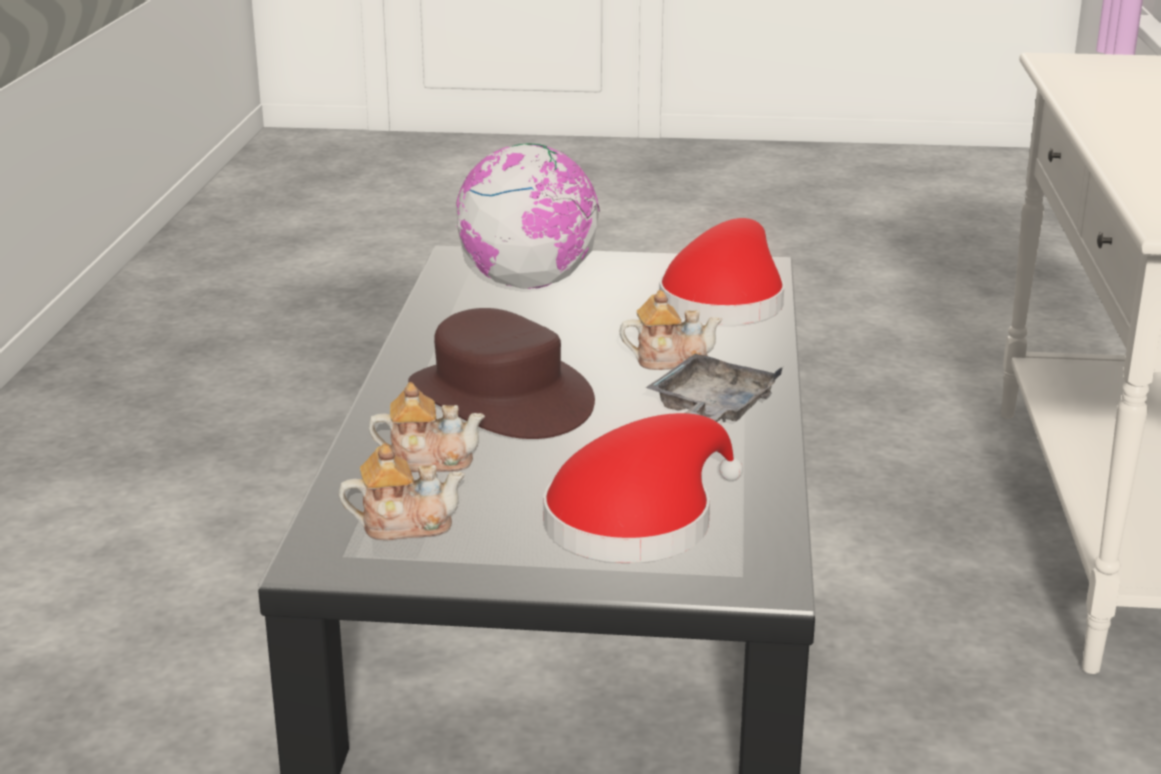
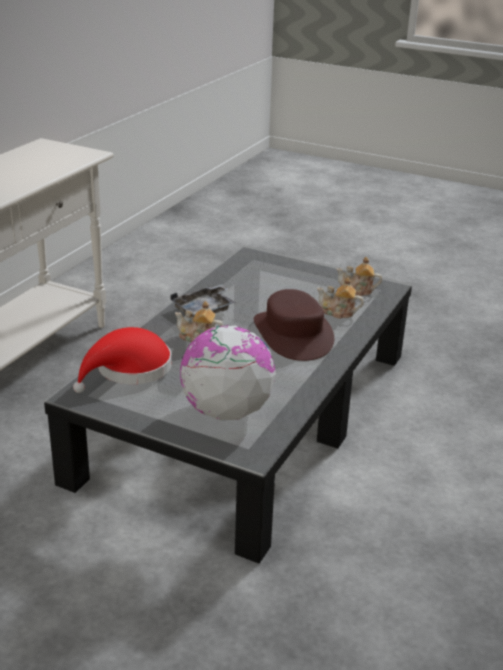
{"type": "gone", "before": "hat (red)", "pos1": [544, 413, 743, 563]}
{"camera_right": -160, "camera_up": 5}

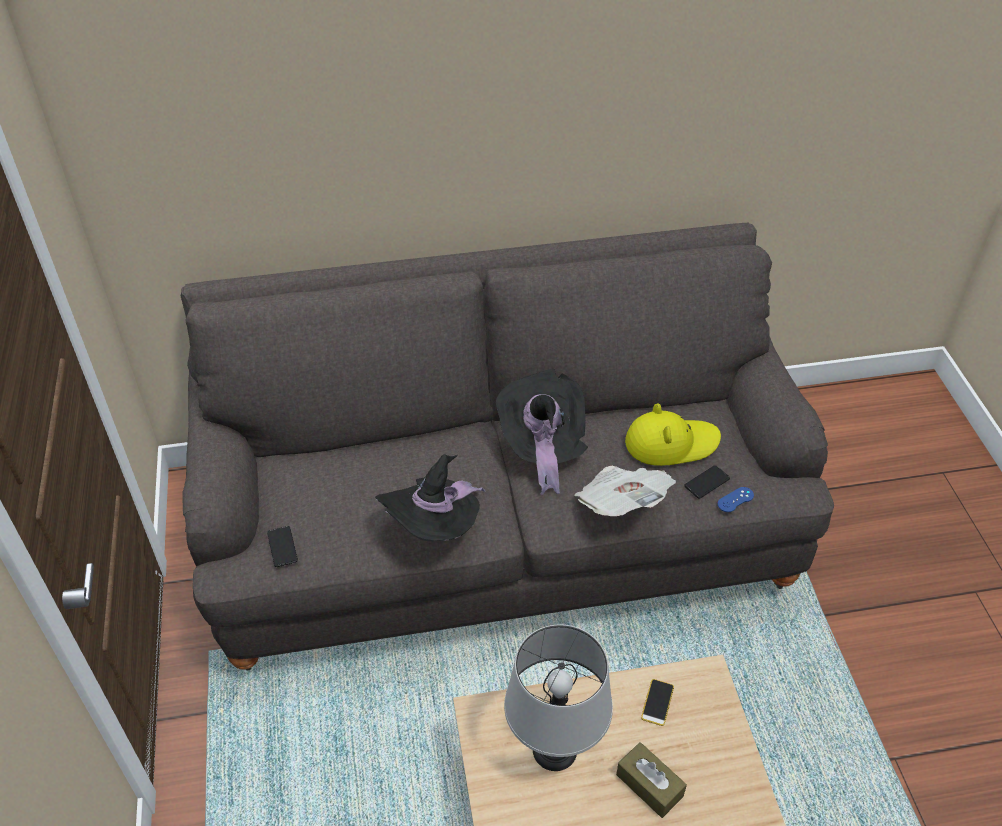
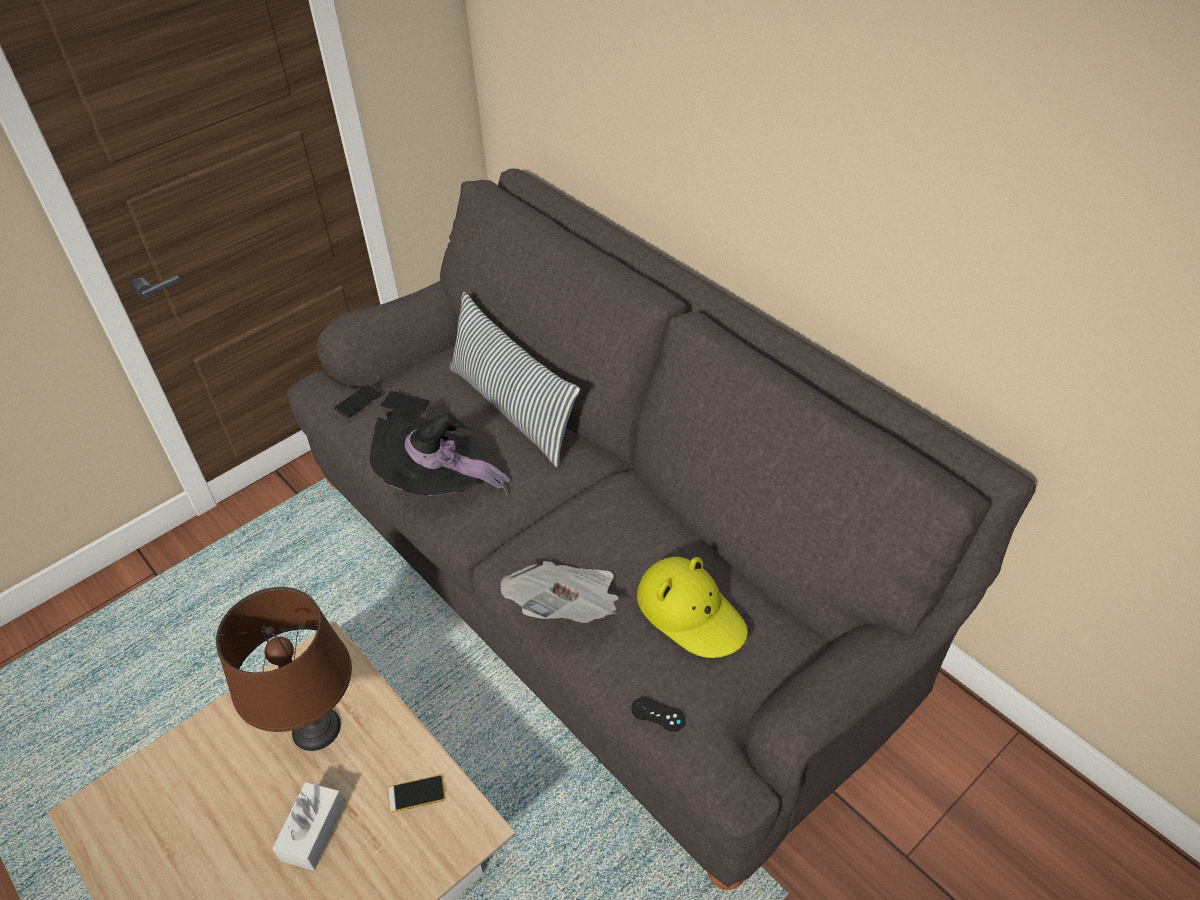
{"type": "gone", "before": "hat (black)", "pos1": [496, 368, 588, 495]}
{"type": "shifted", "before": "phone", "pos1": [684, 465, 730, 498], "pos2": [380, 391, 430, 416]}
{"type": "repainted", "before": "game controller (blue)", "after": "game controller (black)", "pos1": [717, 487, 754, 512], "pos2": [631, 697, 685, 732]}
{"type": "repainted", "before": "table lamp (grey)", "after": "table lamp (brown)", "pos1": [504, 625, 613, 771], "pos2": [216, 587, 352, 751]}
{"type": "repainted", "before": "tissue box (brown)", "after": "tissue box (white)", "pos1": [616, 742, 687, 818], "pos2": [272, 782, 345, 871]}
{"type": "new", "after": "pillow", "pos2": [449, 292, 580, 468]}
{"camera_right": 60, "camera_up": 0}

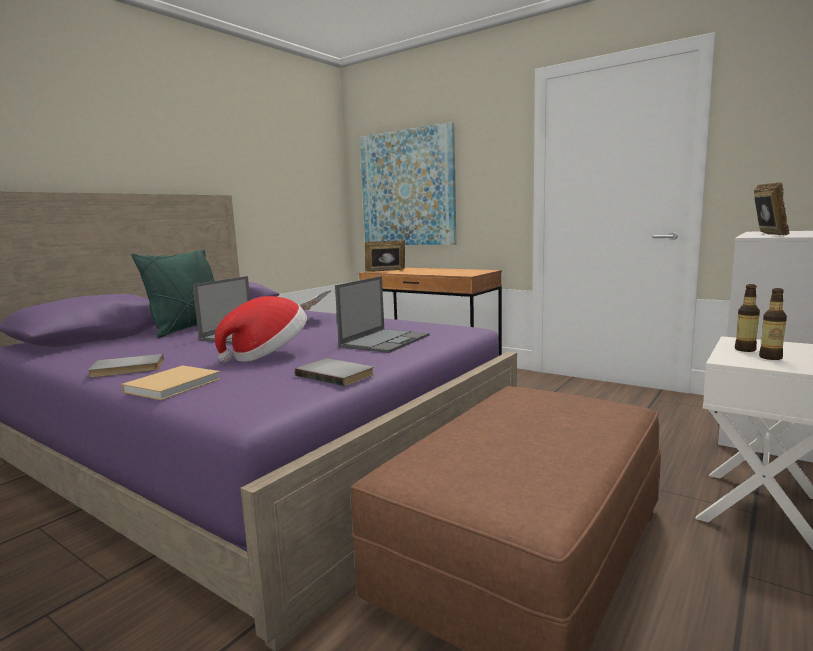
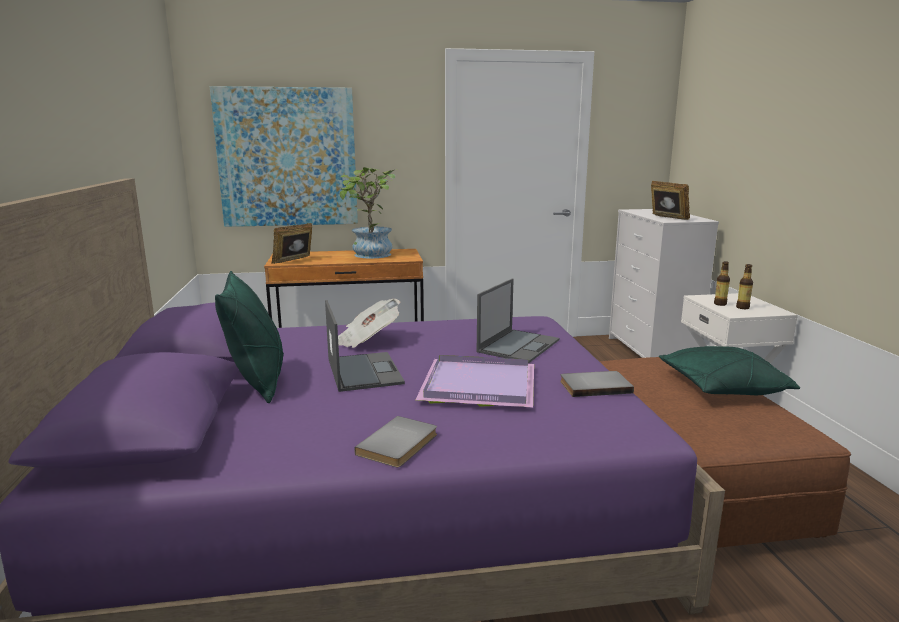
{"type": "rotated", "before": "laptop", "pos1": [335, 276, 429, 353], "pos2": [476, 279, 560, 363], "turn": 45}
{"type": "swapped", "before": "hat", "after": "tray (purple)", "pos1": [215, 296, 307, 362], "pos2": [416, 355, 534, 407]}
{"type": "gone", "before": "book (beige)", "pos1": [121, 365, 221, 400]}
{"type": "new", "after": "potted plant", "pos2": [339, 167, 398, 258]}
{"type": "new", "after": "pillow (green)", "pos2": [659, 346, 800, 395]}
{"camera_right": -45, "camera_up": 5}

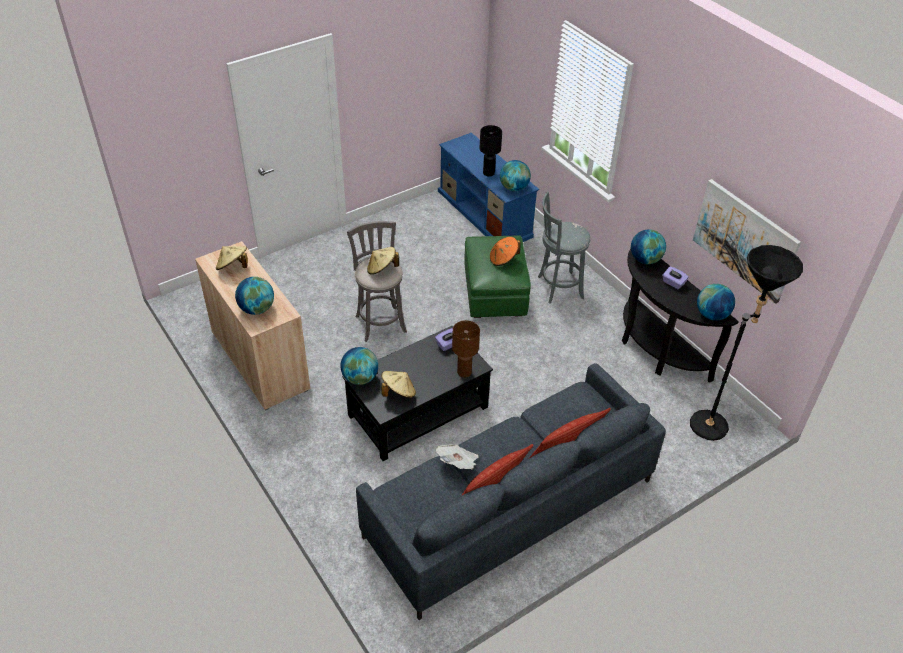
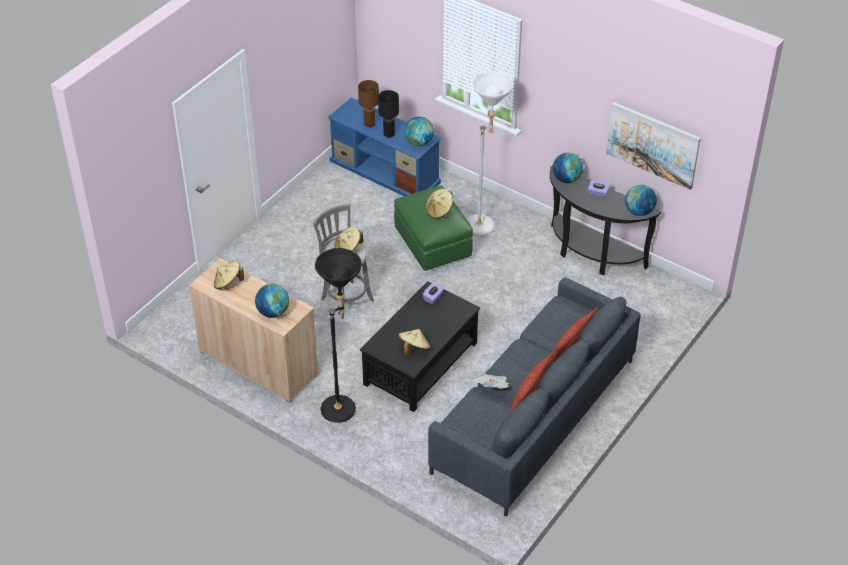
{"type": "swapped", "before": "stool (grey)", "after": "floor lamp (white)", "pos1": [538, 191, 591, 304], "pos2": [466, 71, 513, 236]}
{"type": "repainted", "before": "hat (orange)", "after": "hat (beige)", "pos1": [490, 237, 521, 266], "pos2": [426, 189, 453, 219]}
{"type": "shifted", "before": "floor lamp (black)", "pos1": [690, 245, 803, 441], "pos2": [315, 248, 362, 423]}
{"type": "shifted", "before": "table lamp (brown)", "pos1": [452, 320, 480, 378], "pos2": [358, 80, 379, 127]}
{"type": "gone", "before": "globe", "pos1": [340, 347, 378, 385]}
{"camera_right": -20, "camera_up": 0}

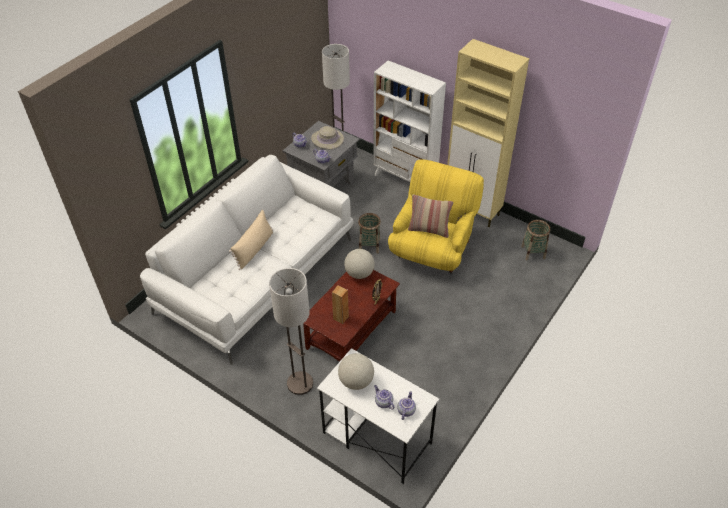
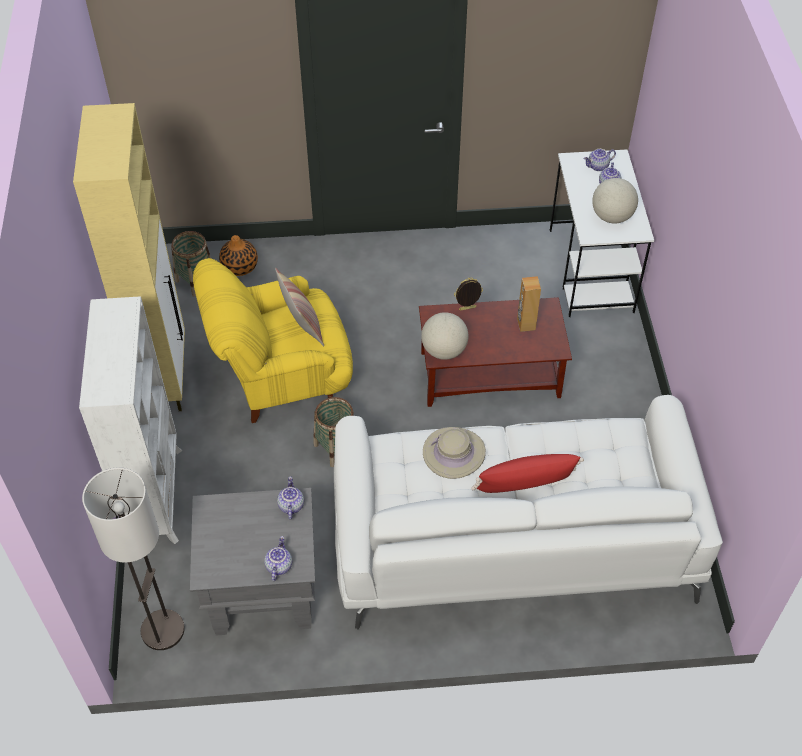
{"type": "shifted", "before": "hat (beige)", "pos1": [311, 126, 344, 149], "pos2": [423, 427, 486, 479]}
{"type": "repainted", "before": "pillow (beige)", "after": "pillow (red)", "pos1": [229, 210, 273, 270], "pos2": [471, 454, 584, 493]}
{"type": "gone", "before": "floor lamp", "pos1": [269, 268, 313, 395]}
{"type": "new", "after": "vase", "pos2": [219, 235, 258, 276]}
{"camera_right": -130, "camera_up": 5}

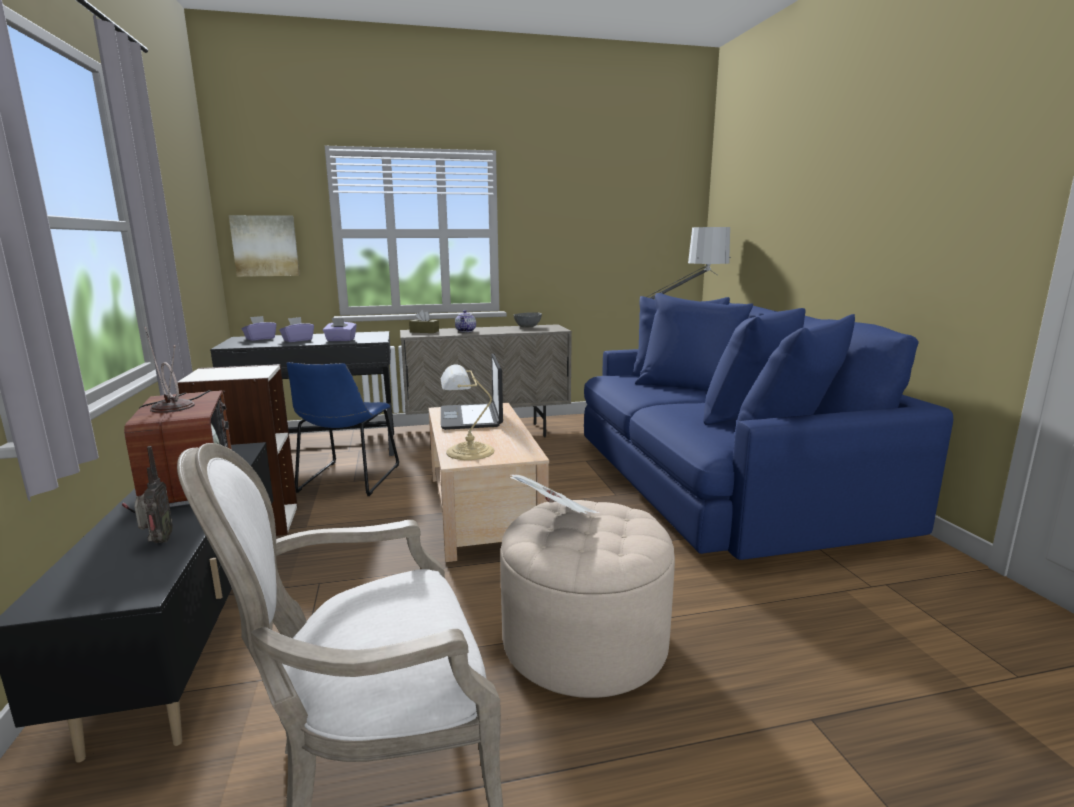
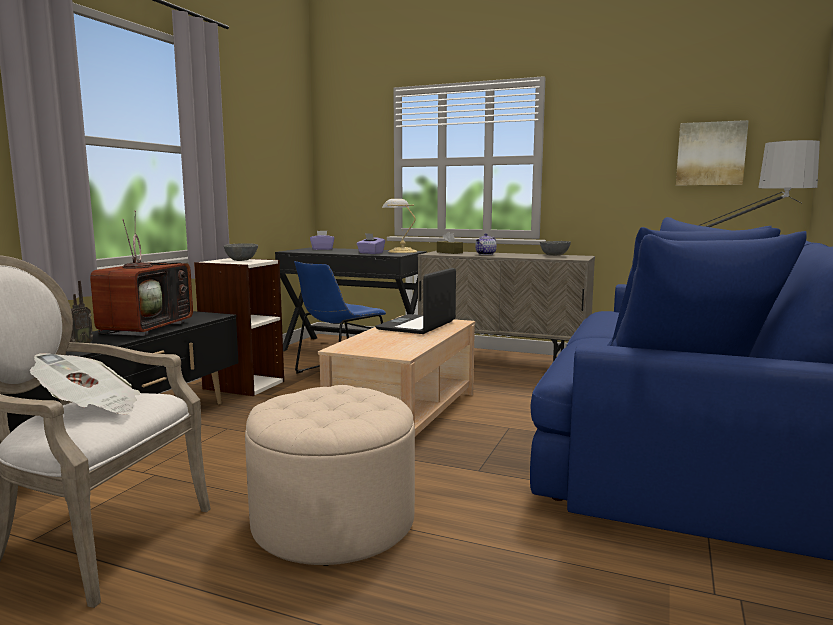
{"type": "shifted", "before": "picture", "pos1": [229, 215, 300, 277], "pos2": [676, 120, 749, 185]}
{"type": "gone", "before": "tissue box (purple)", "pos1": [279, 317, 314, 342]}
{"type": "shifted", "before": "table lamp", "pos1": [441, 364, 494, 460], "pos2": [382, 199, 417, 253]}
{"type": "shifted", "before": "newspaper", "pos1": [509, 475, 600, 515], "pos2": [30, 353, 140, 414]}
{"type": "new", "after": "bowl (grey)", "pos2": [224, 243, 258, 261]}
{"camera_right": 35, "camera_up": -5}

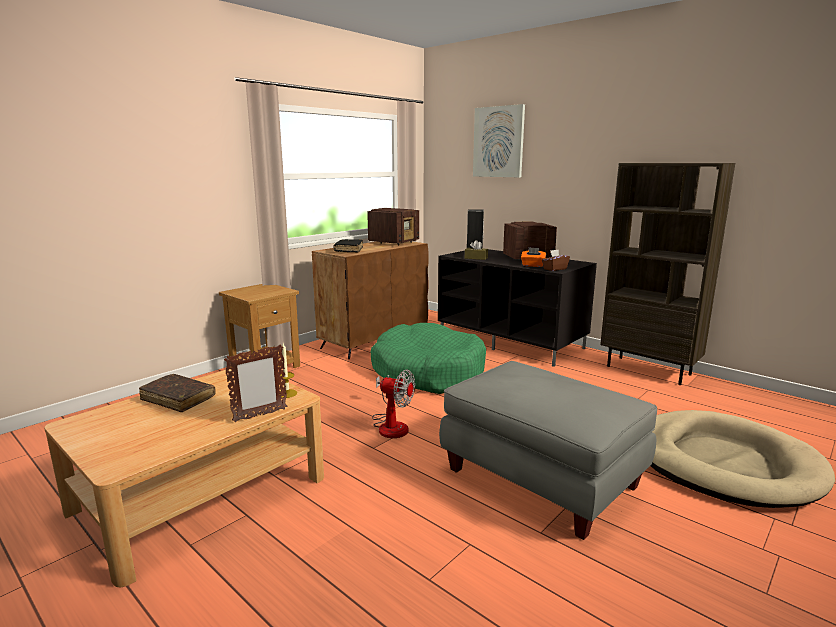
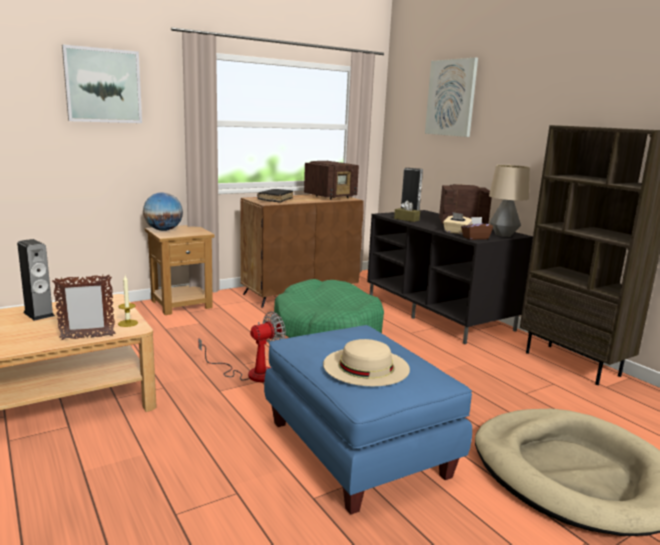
{"type": "repainted", "before": "tissue box (orange)", "after": "tissue box (beige)", "pos1": [521, 247, 546, 267], "pos2": [443, 212, 472, 234]}
{"type": "repainted", "before": "ottoman (grey)", "after": "ottoman (blue)", "pos1": [439, 361, 657, 540], "pos2": [264, 325, 472, 515]}
{"type": "rotated", "before": "fan", "pos1": [372, 370, 415, 438], "pos2": [198, 312, 286, 382], "turn": -75}
{"type": "swapped", "before": "book (brown)", "after": "speaker", "pos1": [139, 374, 216, 412], "pos2": [17, 239, 55, 321]}
{"type": "new", "after": "picture", "pos2": [62, 45, 142, 123]}
{"type": "new", "after": "table lamp", "pos2": [489, 165, 530, 237]}
{"type": "new", "after": "globe", "pos2": [143, 192, 183, 231]}
{"type": "new", "after": "hat (beige)", "pos2": [323, 339, 410, 386]}
{"camera_right": 15, "camera_up": 0}

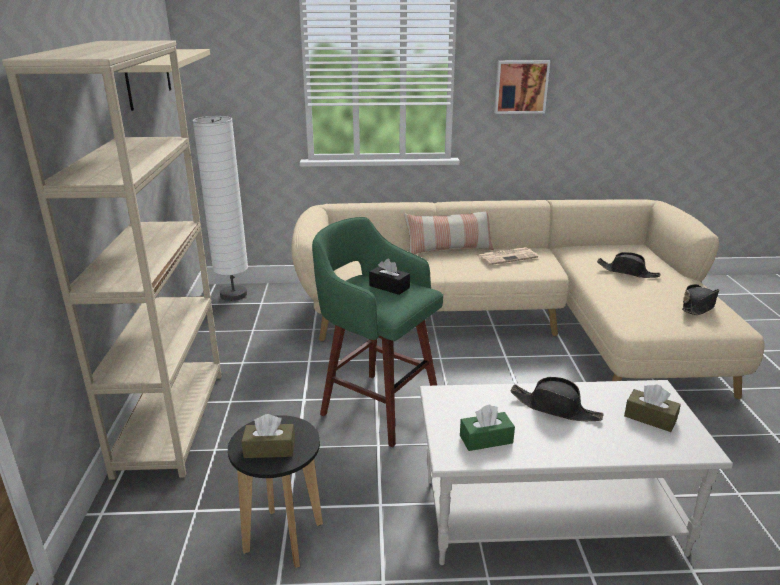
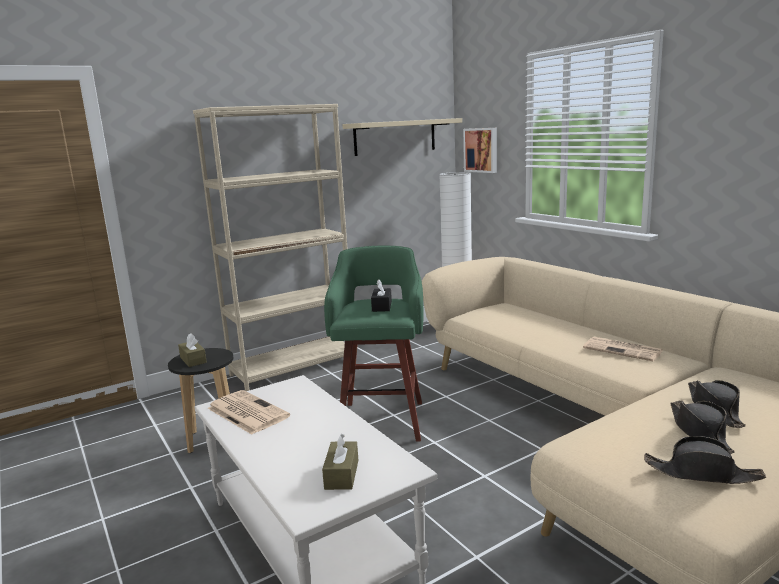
{"type": "shifted", "before": "picture", "pos1": [494, 60, 550, 114], "pos2": [463, 128, 497, 173]}
{"type": "gone", "before": "pillow", "pos1": [404, 211, 494, 254]}
{"type": "shifted", "before": "hat (black)", "pos1": [510, 377, 603, 421], "pos2": [670, 401, 735, 454]}
{"type": "swapped", "before": "tissue box (green)", "after": "newspaper", "pos1": [460, 404, 515, 451], "pos2": [207, 390, 290, 435]}
{"camera_right": 60, "camera_up": -10}

